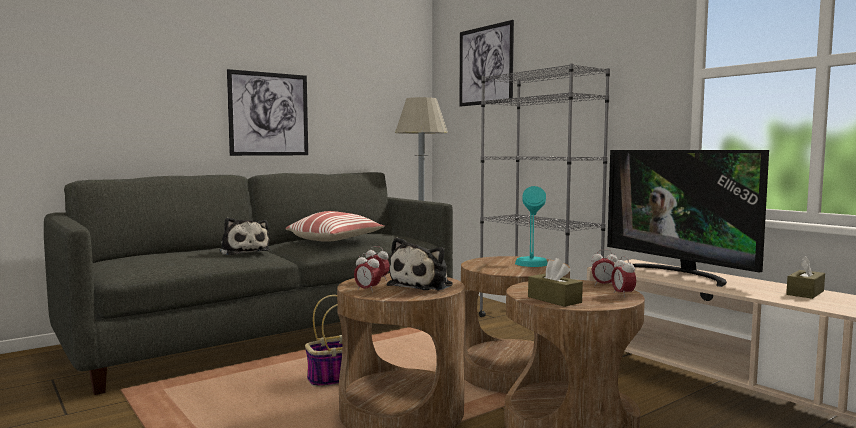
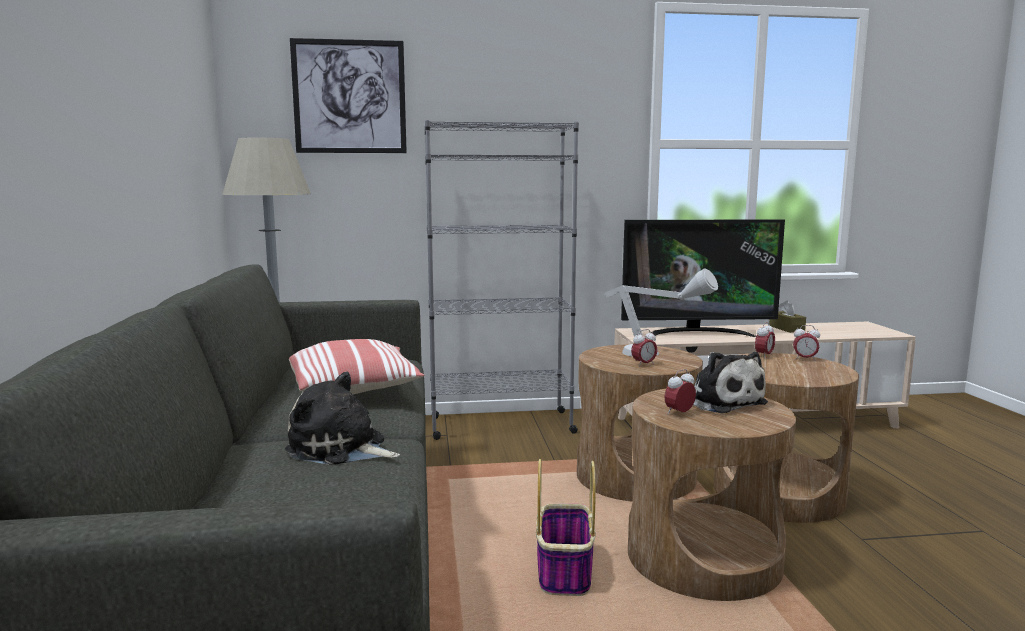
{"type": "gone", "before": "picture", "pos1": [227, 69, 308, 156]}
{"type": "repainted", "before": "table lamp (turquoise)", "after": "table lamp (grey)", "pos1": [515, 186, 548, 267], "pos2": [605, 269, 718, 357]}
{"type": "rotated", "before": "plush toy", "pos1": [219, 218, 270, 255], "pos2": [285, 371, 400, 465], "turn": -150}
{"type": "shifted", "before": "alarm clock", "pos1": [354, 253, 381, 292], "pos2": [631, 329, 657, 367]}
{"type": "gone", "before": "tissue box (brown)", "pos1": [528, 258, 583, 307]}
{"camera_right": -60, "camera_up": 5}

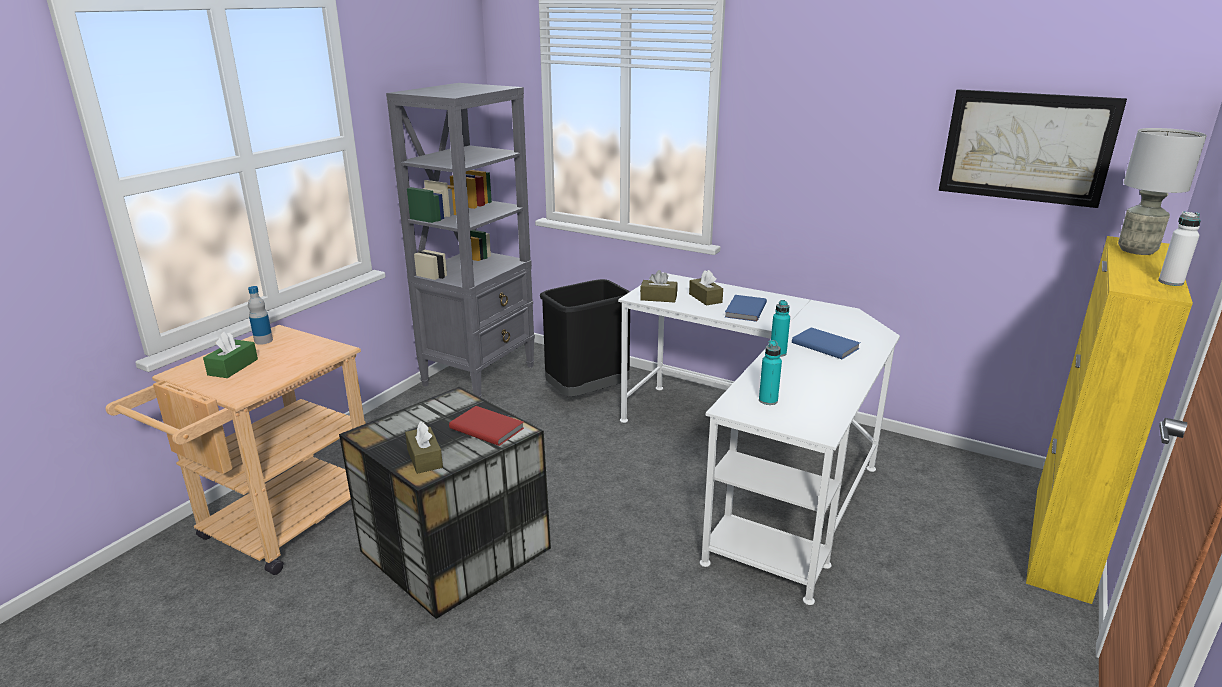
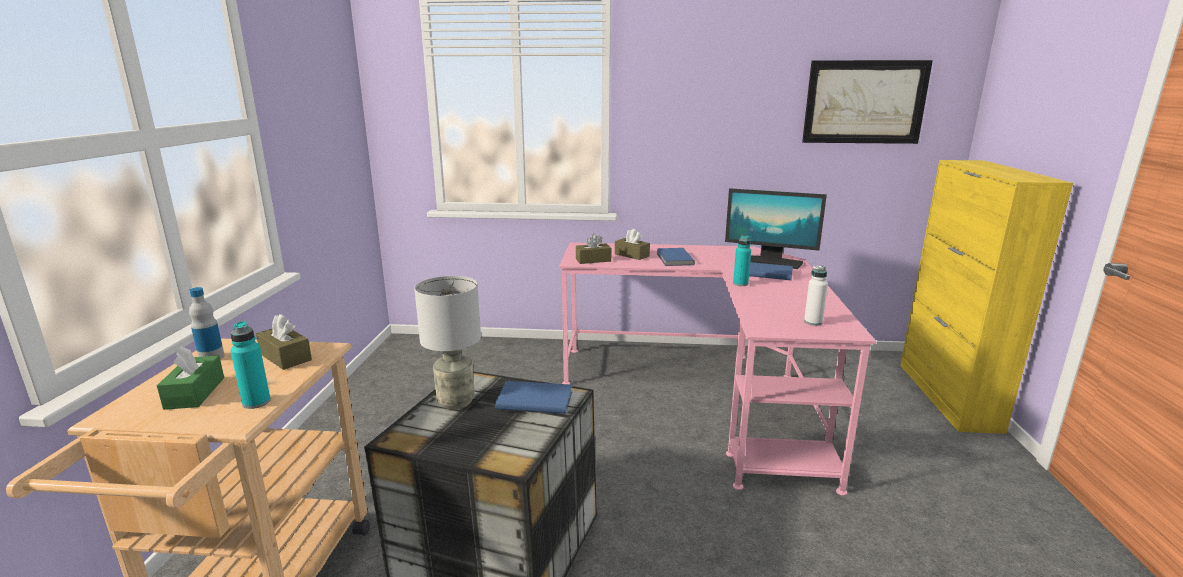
{"type": "gone", "before": "bookcase (grey)", "pos1": [386, 83, 535, 398]}
{"type": "shifted", "before": "table lamp (grey)", "pos1": [1118, 128, 1207, 255], "pos2": [414, 276, 481, 409]}
{"type": "shifted", "before": "bottle (white)", "pos1": [1158, 212, 1201, 286], "pos2": [804, 265, 828, 326]}
{"type": "repainted", "before": "desk (white)", "after": "desk (pink)", "pos1": [618, 272, 900, 605], "pos2": [559, 242, 876, 496]}
{"type": "gone", "before": "trash can (black)", "pos1": [540, 279, 630, 397]}
{"type": "shifted", "before": "bottle (turquoise)", "pos1": [759, 340, 782, 405], "pos2": [231, 321, 271, 409]}
{"type": "repainted", "before": "book (red)", "after": "book (blue)", "pos1": [449, 406, 524, 446], "pos2": [495, 381, 573, 414]}
{"type": "shifted", "before": "tissue box (brown)", "pos1": [405, 421, 443, 474], "pos2": [256, 314, 312, 370]}
{"type": "new", "after": "monitor", "pos2": [725, 188, 827, 269]}
{"camera_right": -25, "camera_up": -5}

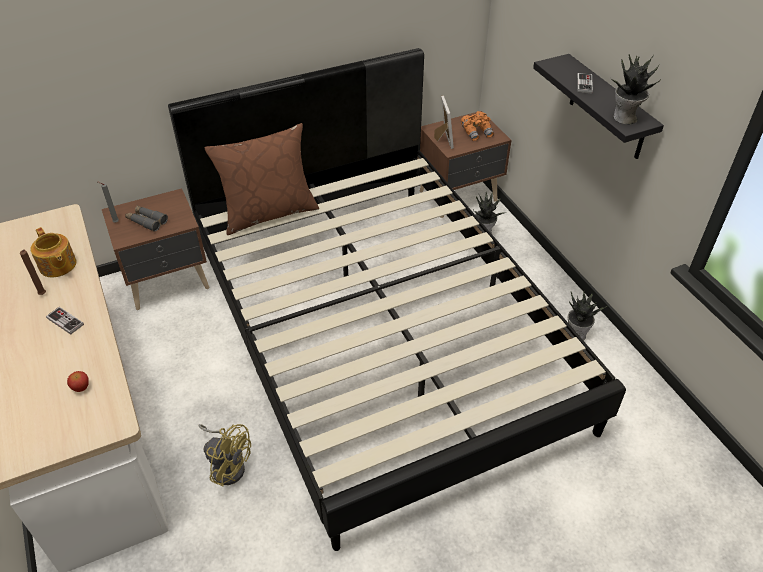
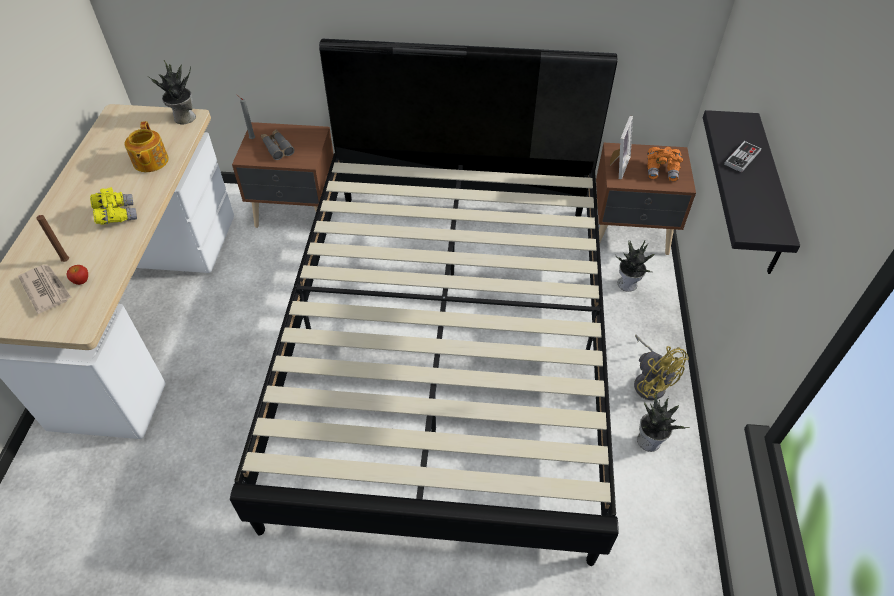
{"type": "shifted", "before": "potted plant", "pos1": [613, 54, 662, 124], "pos2": [148, 60, 196, 124]}
{"type": "gone", "before": "pillow (brown)", "pos1": [205, 123, 319, 235]}
{"type": "shifted", "before": "candle (brown)", "pos1": [20, 249, 46, 295], "pos2": [36, 215, 69, 262]}
{"type": "swapped", "before": "game controller", "after": "binoculars (yellow)", "pos1": [46, 307, 84, 335], "pos2": [90, 187, 137, 225]}
{"type": "shifted", "before": "fan (yellow)", "pos1": [198, 424, 251, 486], "pos2": [634, 335, 689, 401]}
{"type": "new", "after": "newspaper", "pos2": [18, 265, 71, 314]}
{"camera_right": 30, "camera_up": 5}

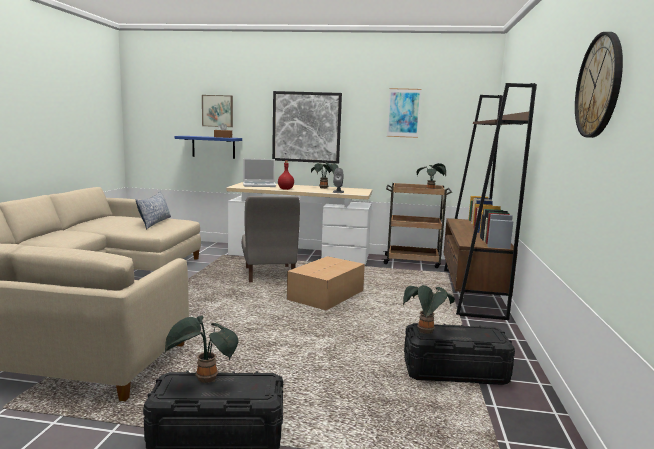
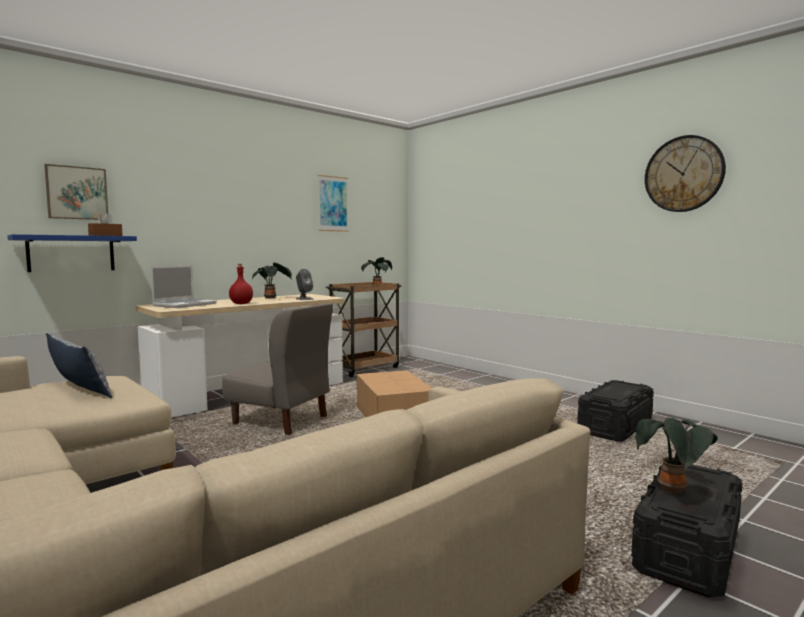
{"type": "gone", "before": "bookcase (brown)", "pos1": [444, 83, 537, 320]}
{"type": "gone", "before": "picture", "pos1": [272, 91, 342, 164]}
{"type": "gone", "before": "potted plant", "pos1": [403, 285, 455, 334]}
{"camera_right": -50, "camera_up": -5}

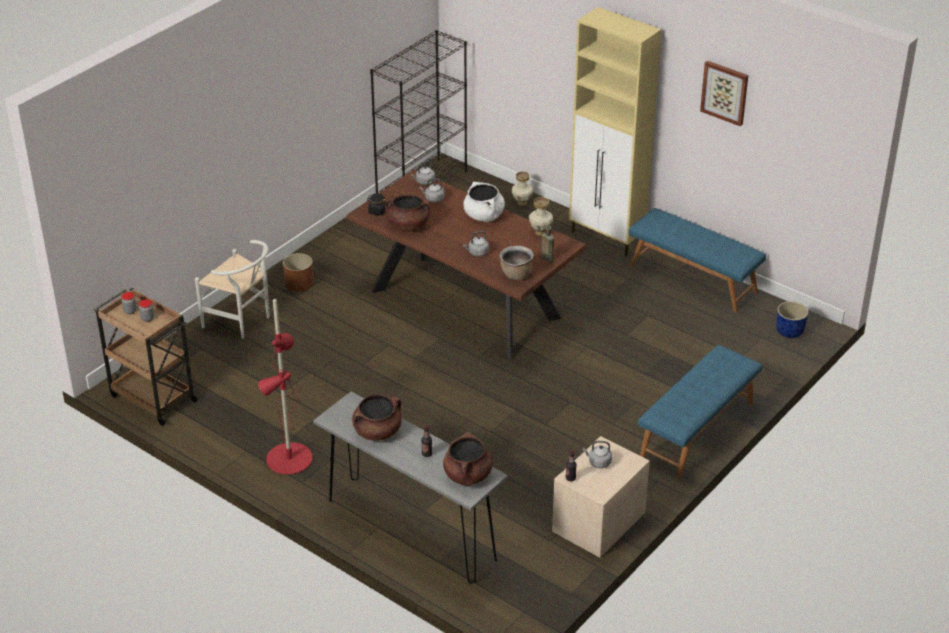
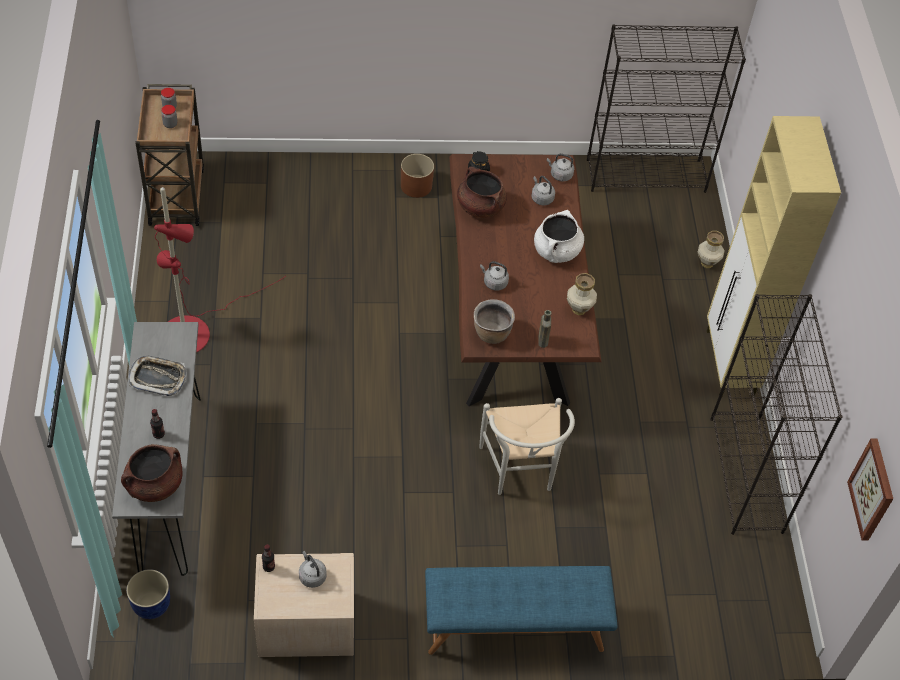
{"type": "shifted", "before": "picture", "pos1": [700, 61, 748, 126], "pos2": [847, 438, 893, 541]}
{"type": "swapped", "before": "bench (blue)", "after": "bookcase (black)", "pos1": [628, 208, 766, 312], "pos2": [710, 294, 843, 535]}
{"type": "shifted", "before": "chair (white)", "pos1": [195, 240, 270, 339], "pos2": [479, 398, 575, 495]}
{"type": "shifted", "before": "planter (blue)", "pos1": [776, 301, 809, 338], "pos2": [126, 569, 170, 619]}
{"type": "swapped", "before": "cooking pot (brown)", "after": "tray", "pos1": [352, 394, 402, 441], "pos2": [129, 356, 187, 396]}
{"camera_right": 45, "camera_up": 15}

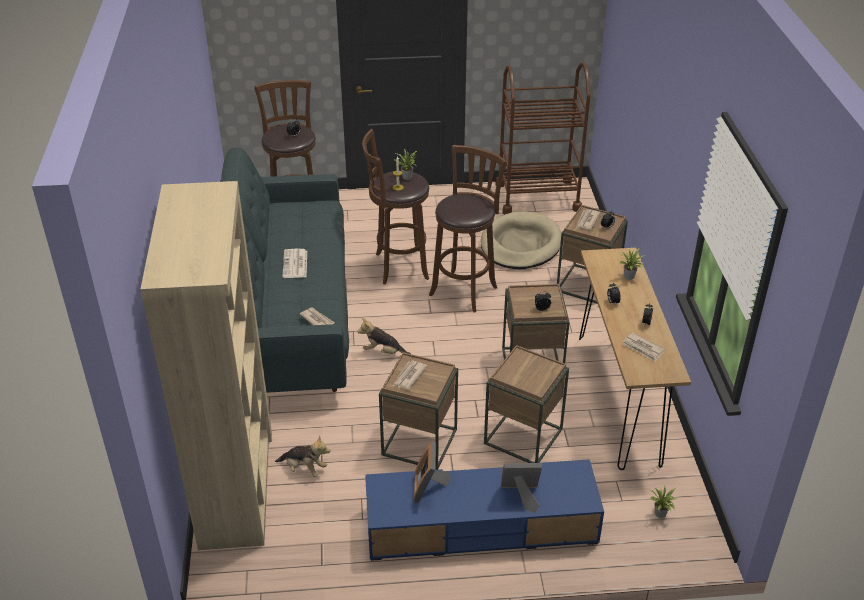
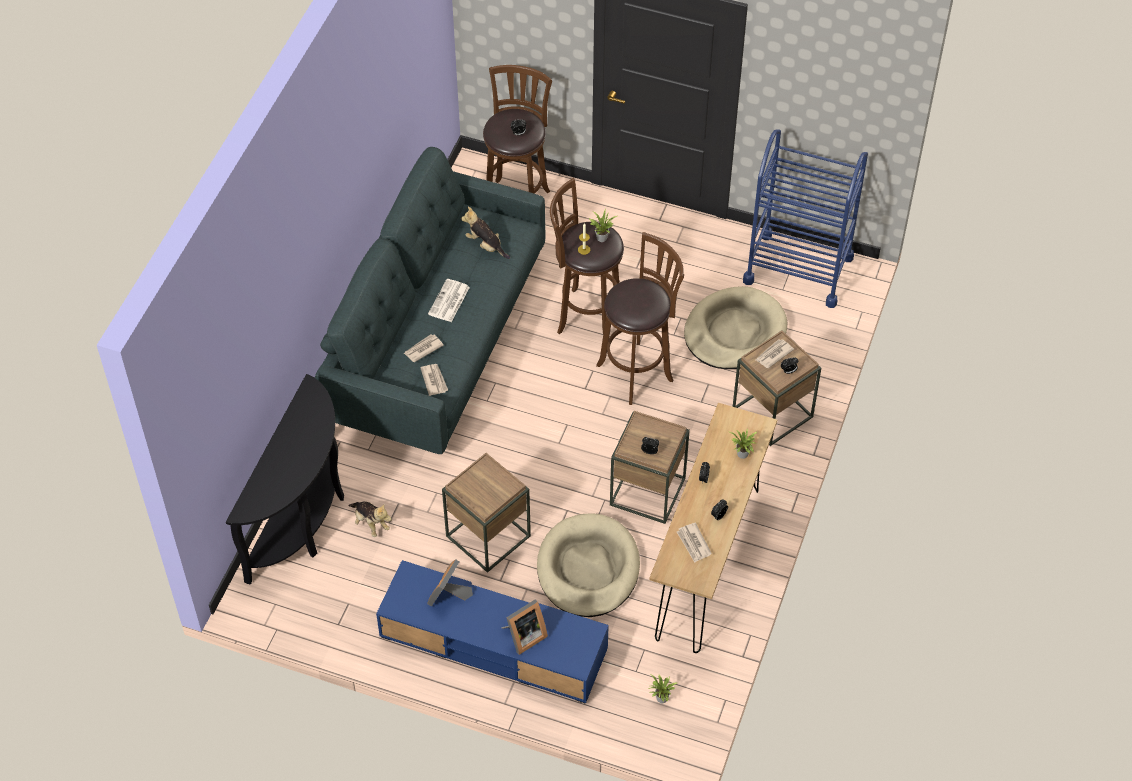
{"type": "repainted", "before": "cart (brown)", "after": "cart (blue)", "pos1": [495, 63, 591, 215], "pos2": [743, 129, 868, 308]}
{"type": "swapped", "before": "bookcase (beige)", "after": "console table (black)", "pos1": [140, 181, 272, 550], "pos2": [226, 374, 344, 585]}
{"type": "shifted", "before": "plush toy", "pos1": [357, 318, 411, 354], "pos2": [461, 207, 510, 259]}
{"type": "swapped", "before": "side table (brown)", "after": "dog bed (beige)", "pos1": [484, 345, 569, 463], "pos2": [537, 513, 640, 617]}
{"type": "shifted", "before": "newspaper", "pos1": [393, 361, 427, 389], "pos2": [403, 334, 444, 362]}
{"type": "rotated", "before": "picture frame", "pos1": [501, 463, 542, 513], "pos2": [501, 599, 548, 655], "turn": 120}
{"camera_right": 25, "camera_up": 15}

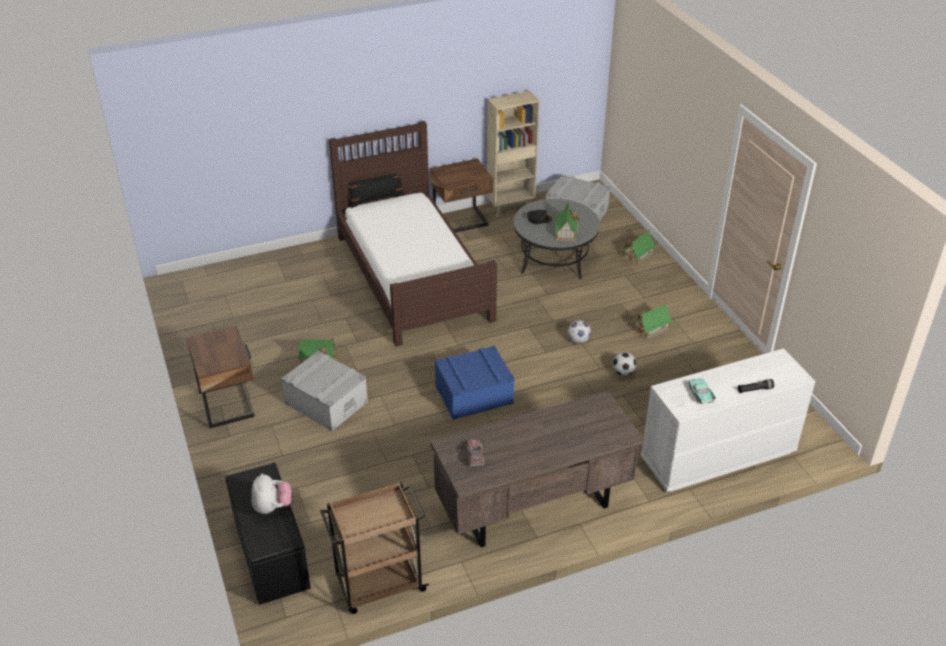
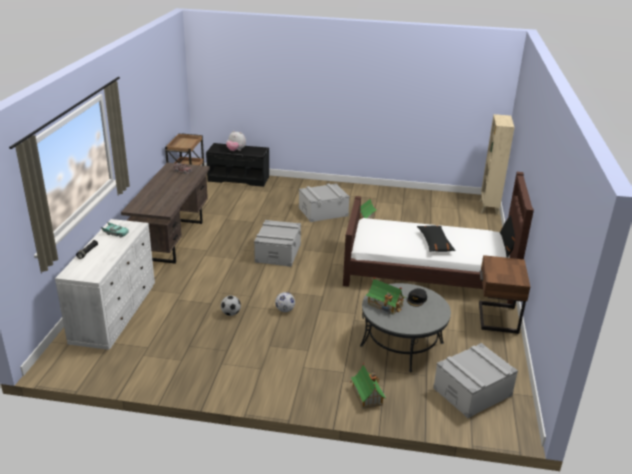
{"type": "shifted", "before": "bookcase (beige)", "pos1": [487, 91, 540, 217], "pos2": [479, 114, 515, 215]}
{"type": "gone", "before": "toy house", "pos1": [631, 302, 674, 340]}
{"type": "gone", "before": "nightstand (brown)", "pos1": [186, 326, 255, 428]}
{"type": "repainted", "before": "storage box (blue)", "after": "storage box (grey)", "pos1": [435, 346, 515, 420], "pos2": [254, 220, 301, 267]}
{"type": "new", "after": "pillow (black)", "pos2": [417, 225, 456, 252]}
{"camera_right": 120, "camera_up": -10}

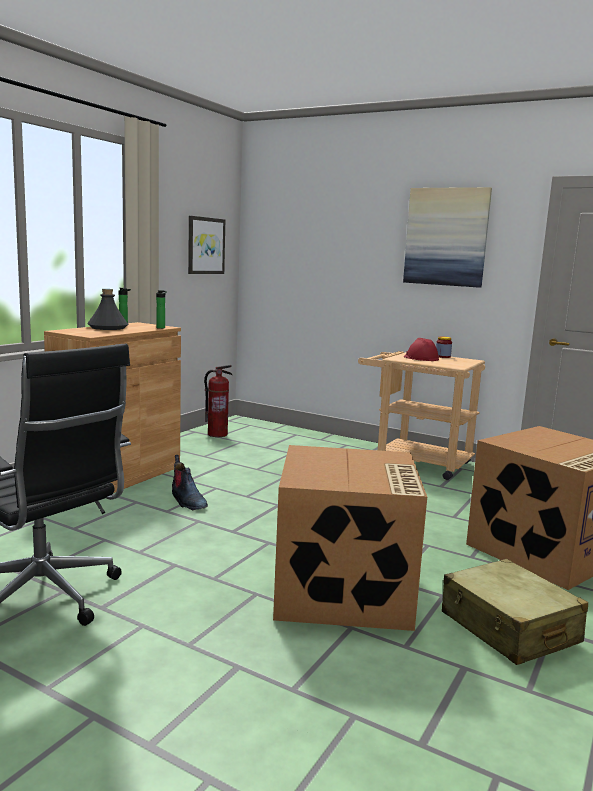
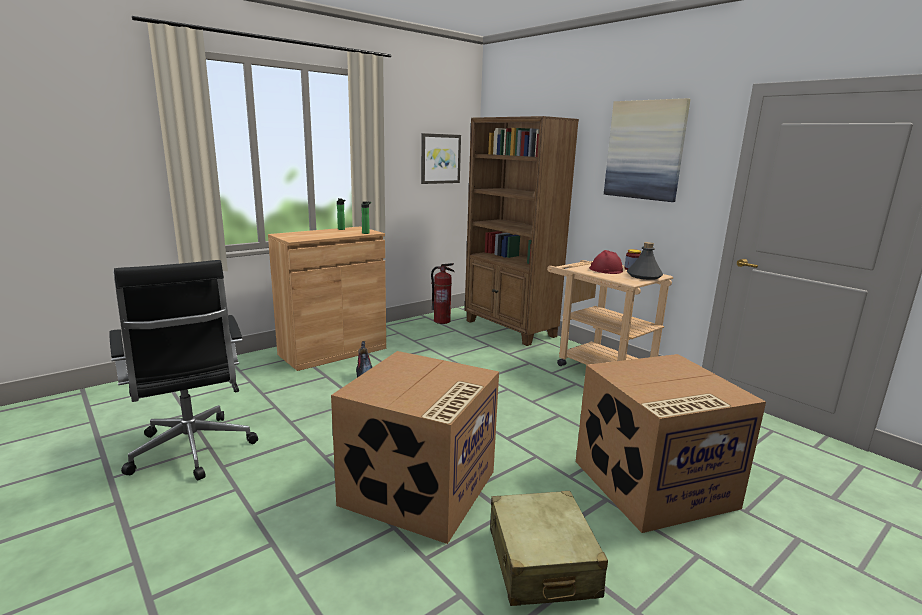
{"type": "shifted", "before": "bottle (grey)", "pos1": [87, 289, 128, 330], "pos2": [627, 242, 663, 280]}
{"type": "new", "after": "bookcase (brown)", "pos2": [465, 116, 579, 346]}
{"camera_right": 20, "camera_up": 5}

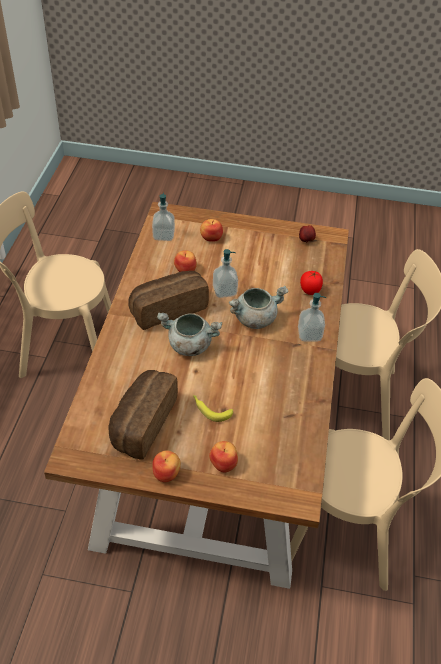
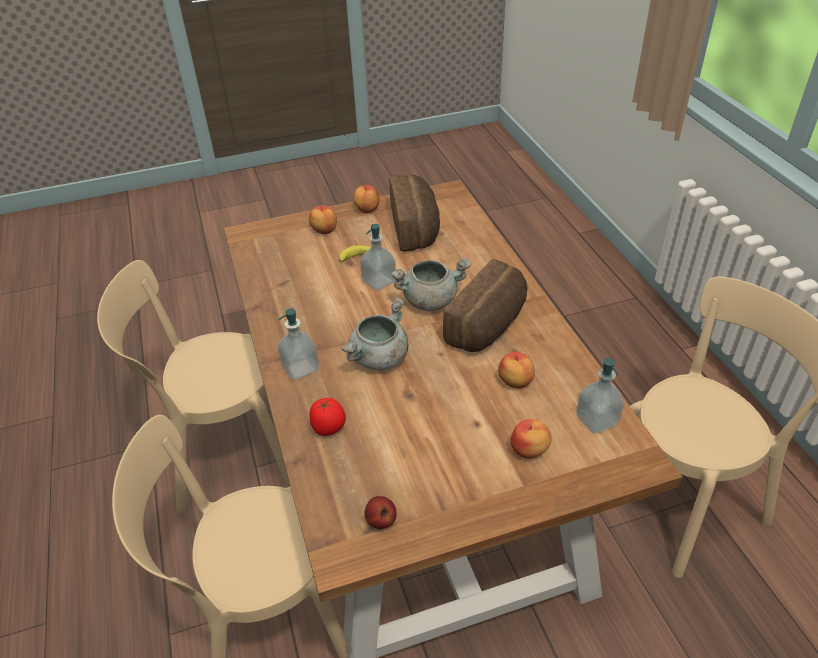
{"type": "shifted", "before": "soap dispenser", "pos1": [213, 249, 238, 298], "pos2": [360, 224, 396, 290]}
{"camera_right": 155, "camera_up": -5}

